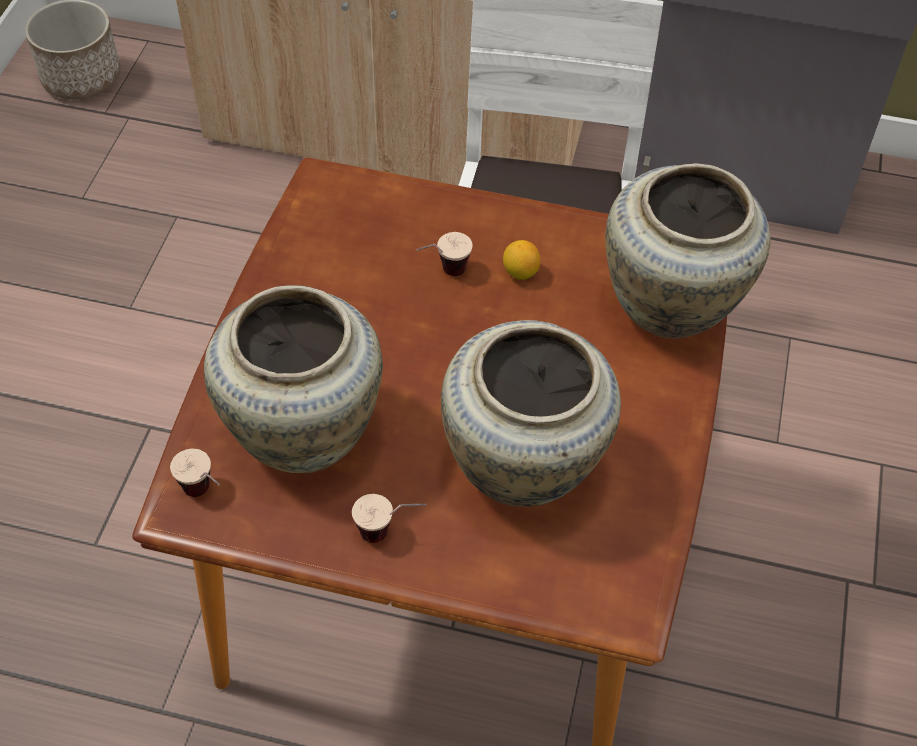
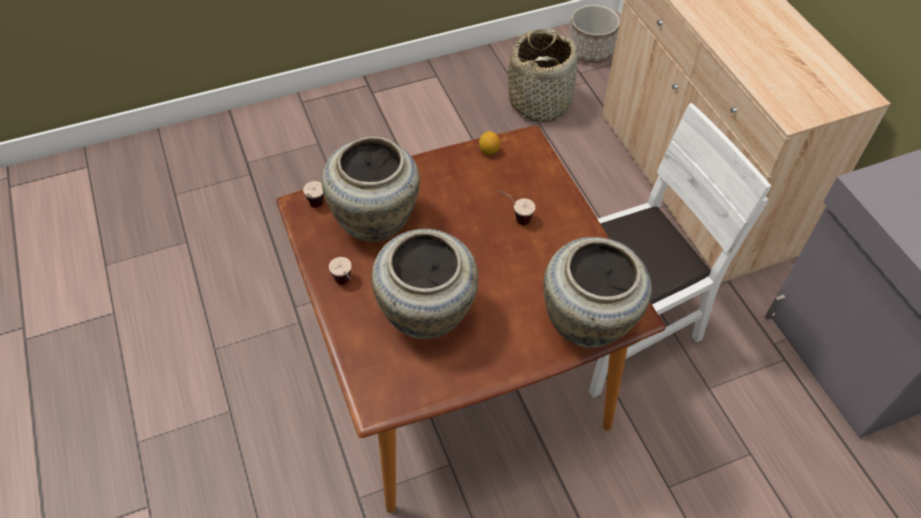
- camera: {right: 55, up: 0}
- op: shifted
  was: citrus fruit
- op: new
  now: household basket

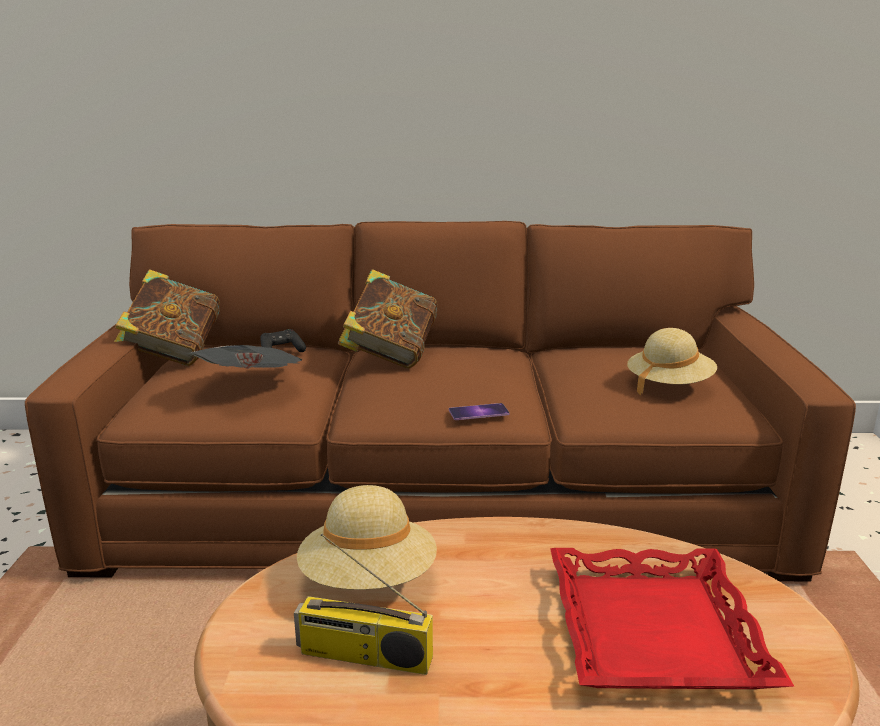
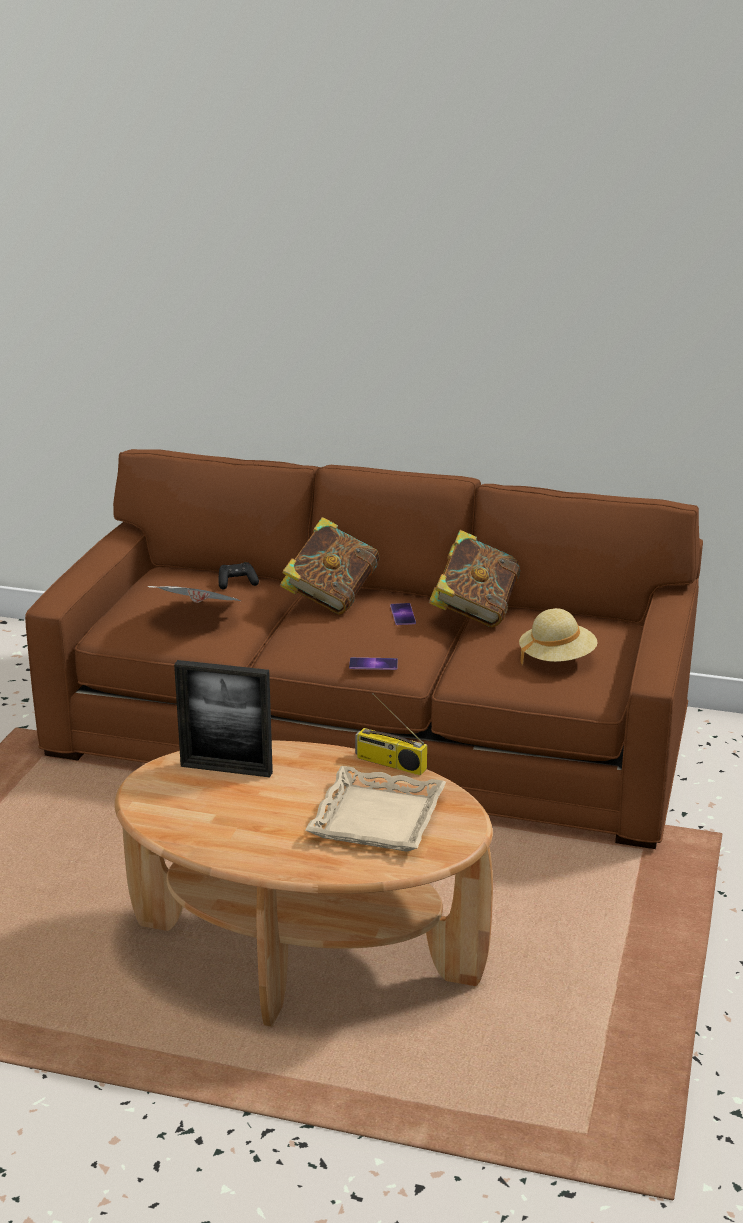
- camera: {right: 15, up: 5}
- op: shifted
  was: book (no. 1 from left in the first image)
  now: book (no. 2 from left)
- op: swapped
  was: beige-coloured hat (no. 1 from left)
  now: picture frame
- op: shifted
  was: radio
- op: repainted
  was: red-coloured serving tray
  now: beige-coloured serving tray
- op: new
  now: handset (no. 2 from left)

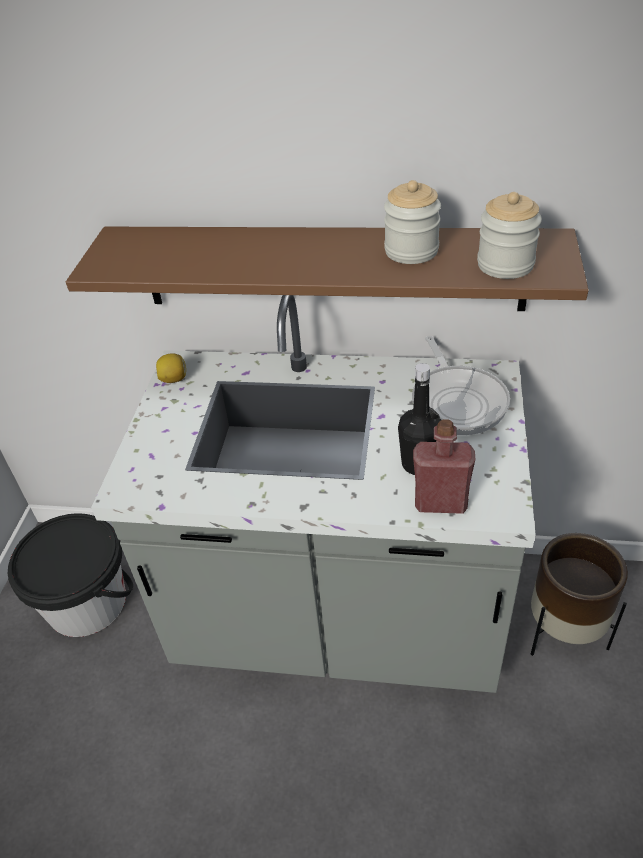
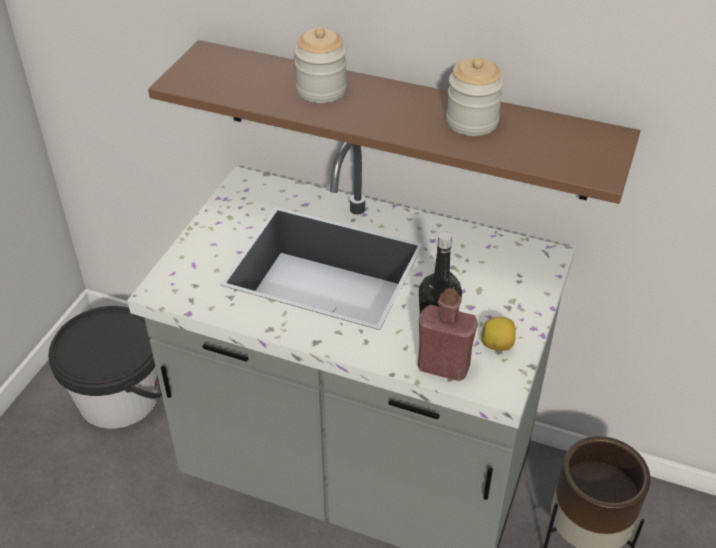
- camera: {right: 10, up: 0}
- op: shifted
  was: preserve jar (no. 2 from left in the first image)
  now: preserve jar (no. 1 from left)
- op: gone
  was: pan
- op: shifted
  was: citrus fruit

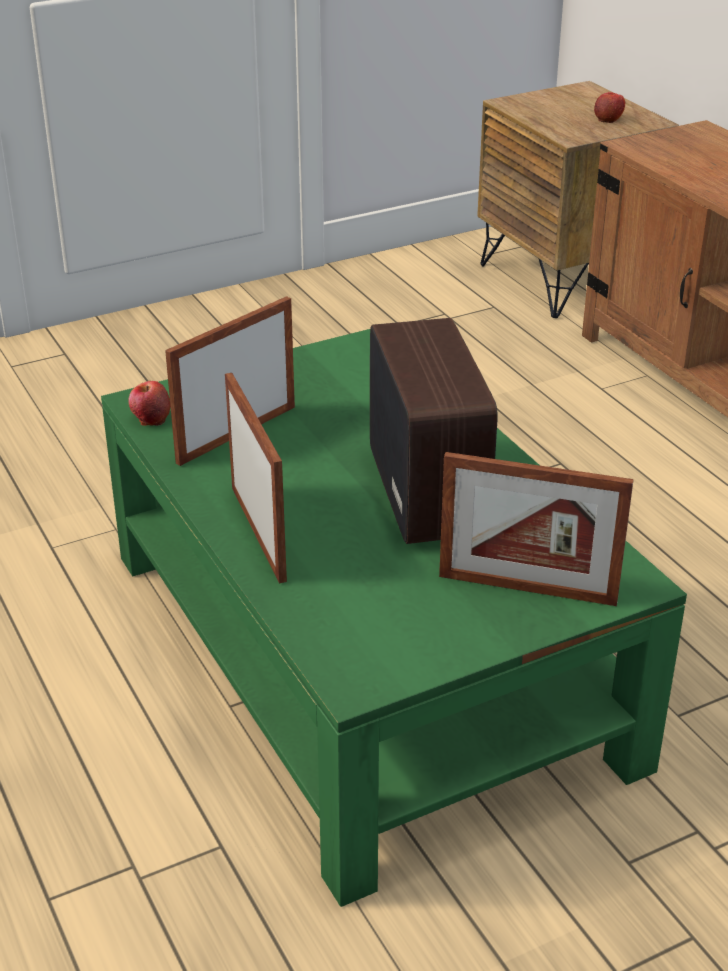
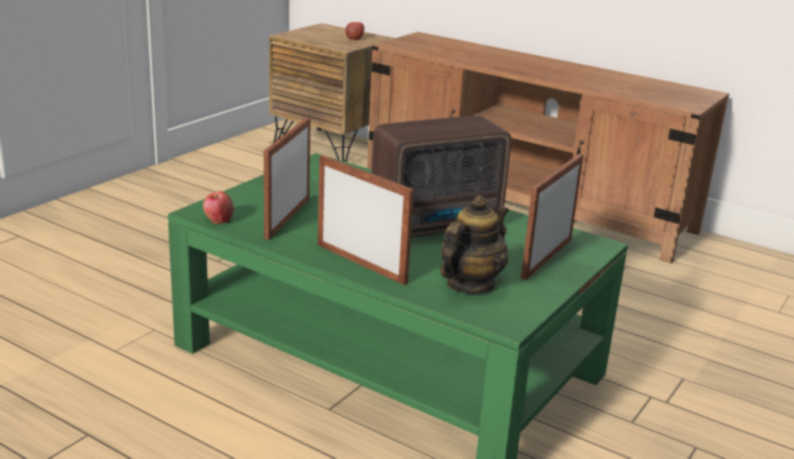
- camera: {right: -30, up: -10}
- op: rotated
  was: radio
  clockwise: 105
- op: rotated
  was: picture frame (no. 3 from left)
  clockwise: 135
- op: new
  now: tea pot

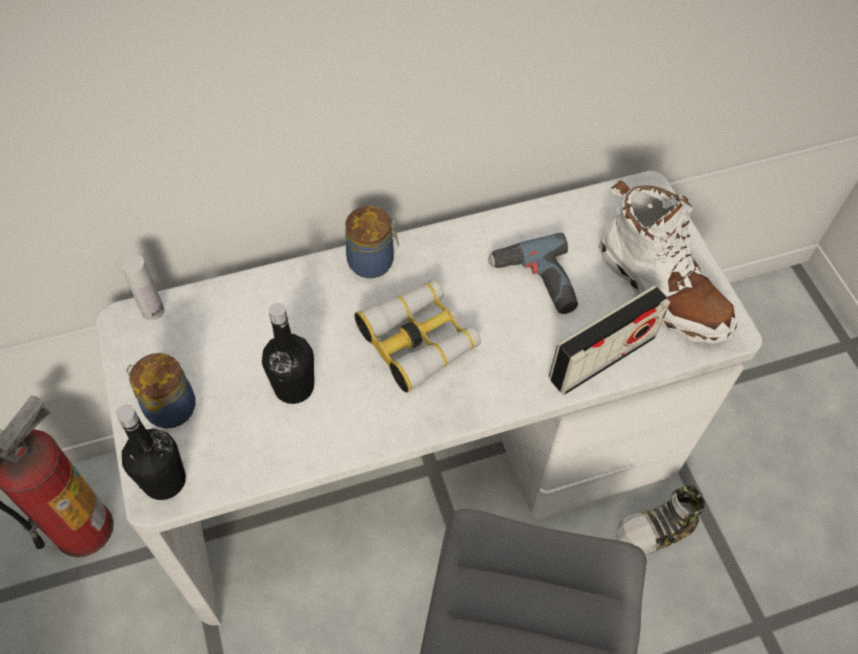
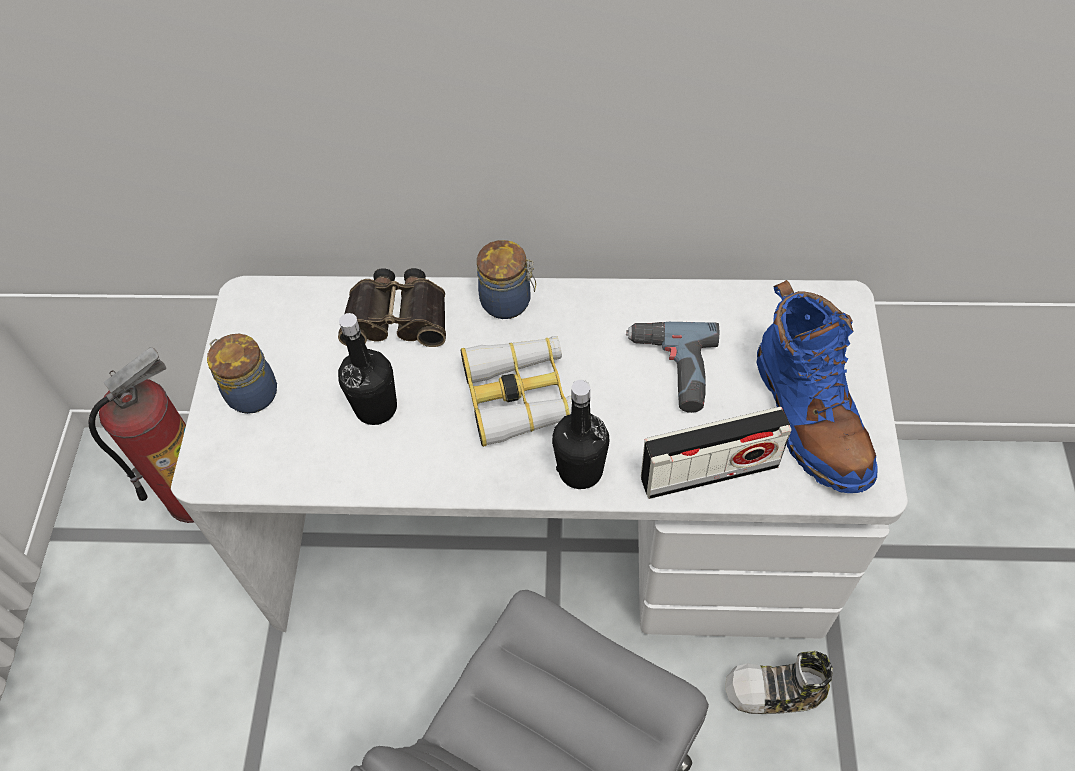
- camera: {right: 25, up: 0}
- op: repainted
  was: white-coloured tall boot
  now: blue-coloured tall boot
- op: gone
  was: white-coloured bottle
- op: shifted
  was: blackish bottle (no. 1 from left in the first image)
  now: blackish bottle (no. 2 from left)
- op: new
  now: binoculars (no. 1 from left)

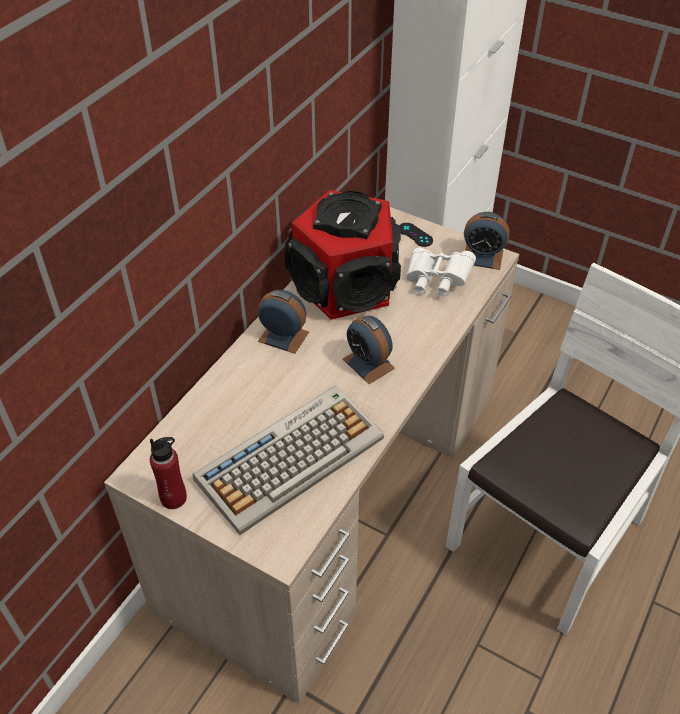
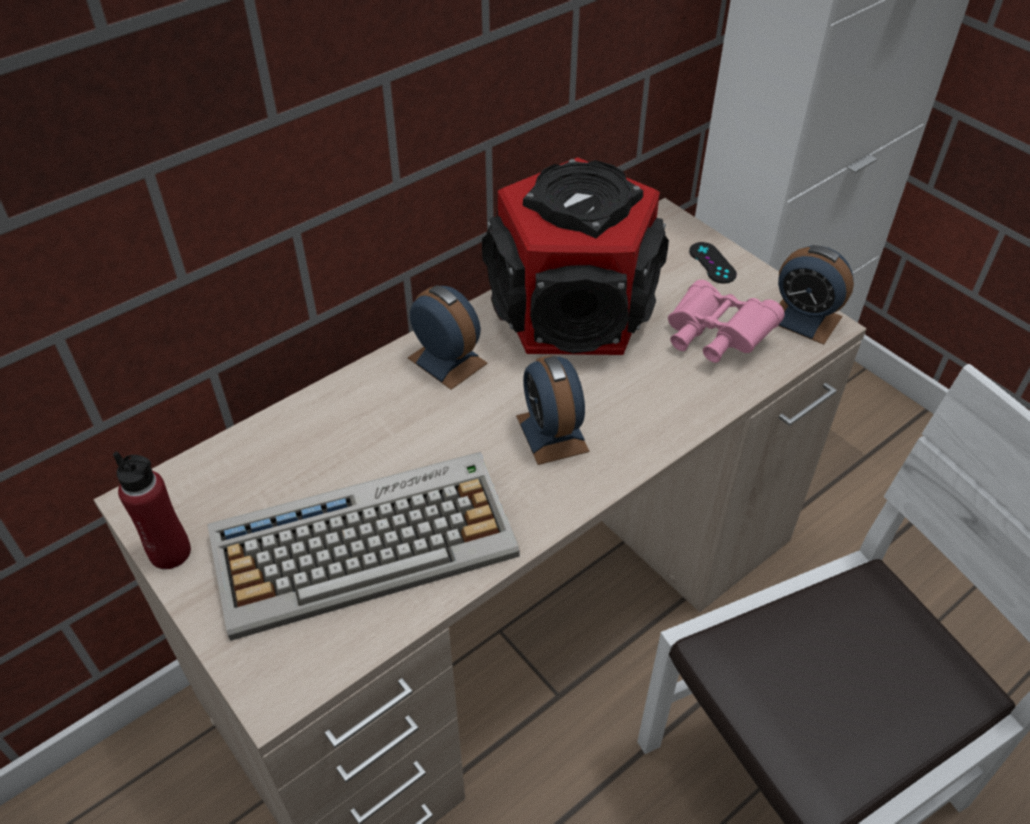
- camera: {right: 20, up: 0}
- op: repainted
  was: white-coloured binoculars
  now: pinkish binoculars

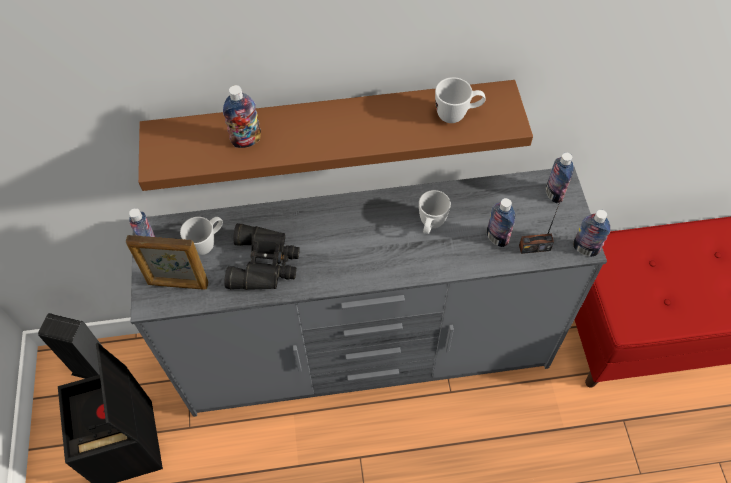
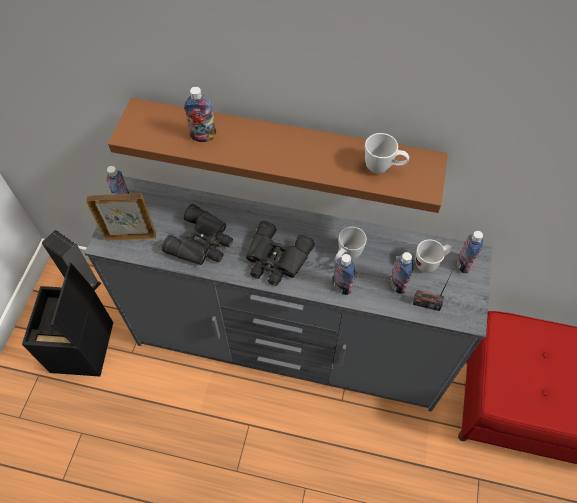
- camera: {right: 20, up: 0}
- op: shifted
  was: bottle (no. 5 from left in the first image)
  now: bottle (no. 3 from left)
- op: shifted
  was: white-coloured tea mug (no. 1 from left in the first image)
  now: white-coloured tea mug (no. 3 from left)
- op: rotated
  was: picture frame
  clockwise: 150
- op: new
  now: blackish binoculars (no. 2 from left)

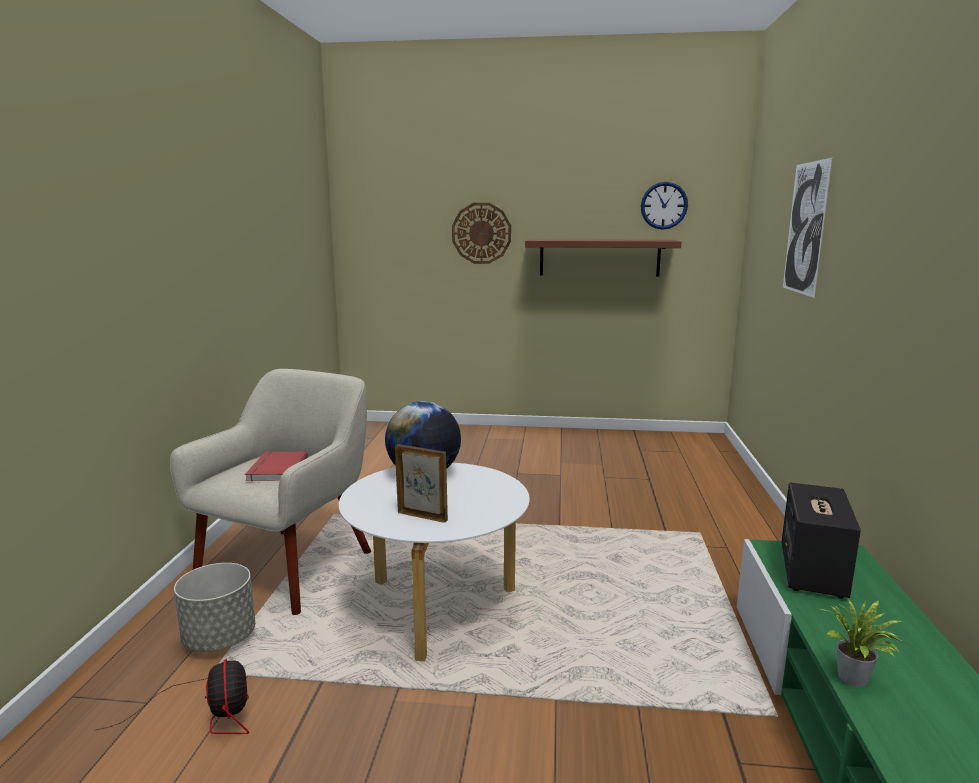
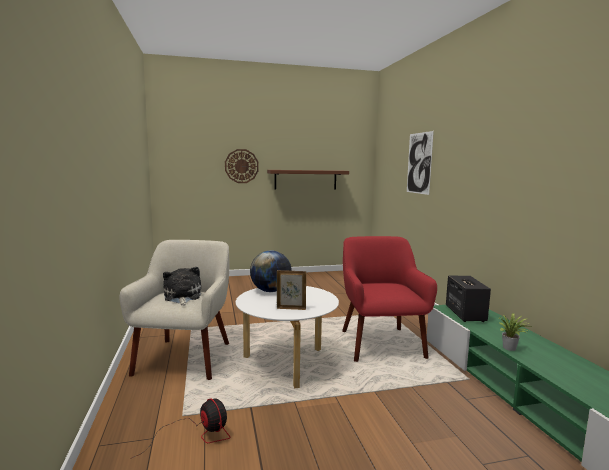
- camera: {right: -20, up: -5}
- op: gone
  was: wall clock (no. 2 from left)
- op: swapped
  was: red-coloured book
  now: plush toy
- op: gone
  was: grey planter
- op: new
  now: red-coloured lounge chair

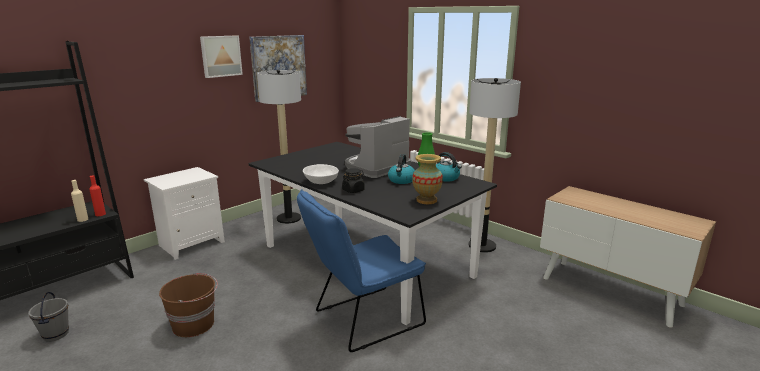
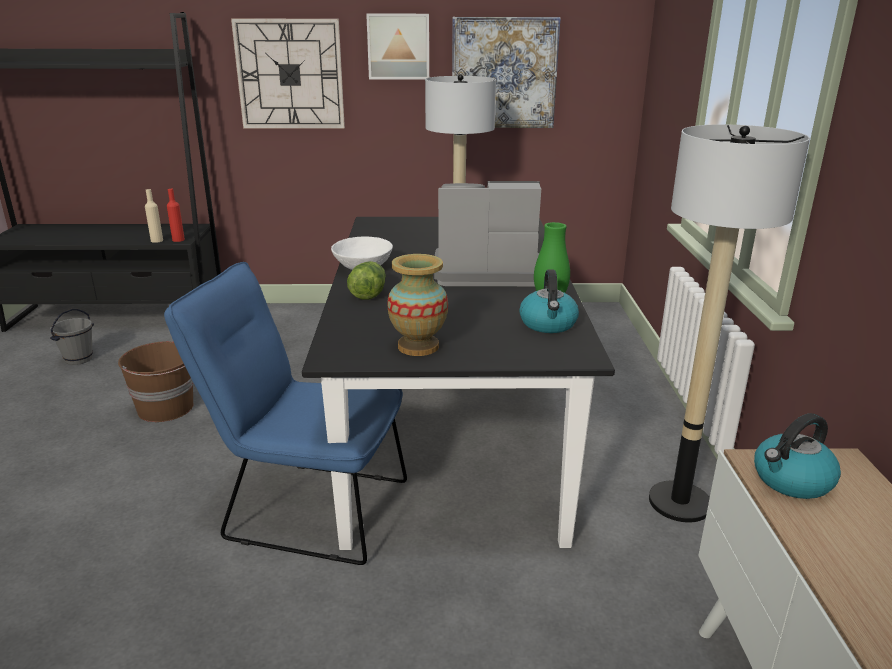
- camera: {right: 45, up: 5}
- op: shifted
  was: water kettle (no. 1 from left in the first image)
  now: water kettle (no. 2 from left)
- op: gone
  was: white-coloured bedside table
- op: swapped
  was: blackish preserve jar
  now: head of lettuce
- op: new
  now: wall clock

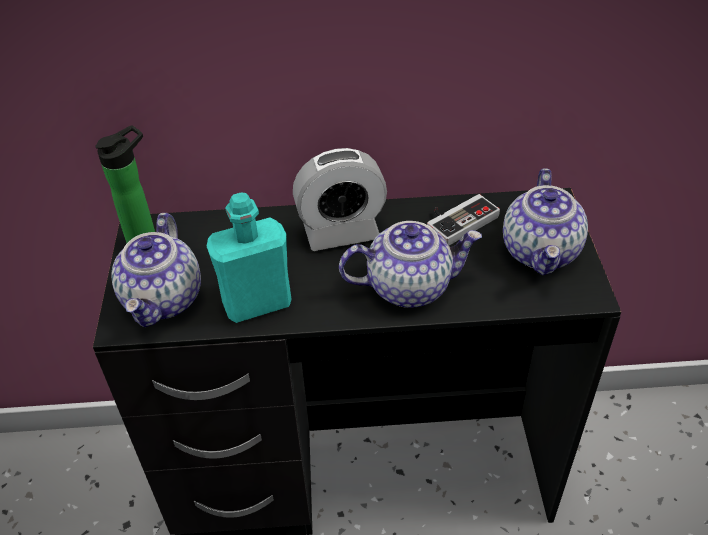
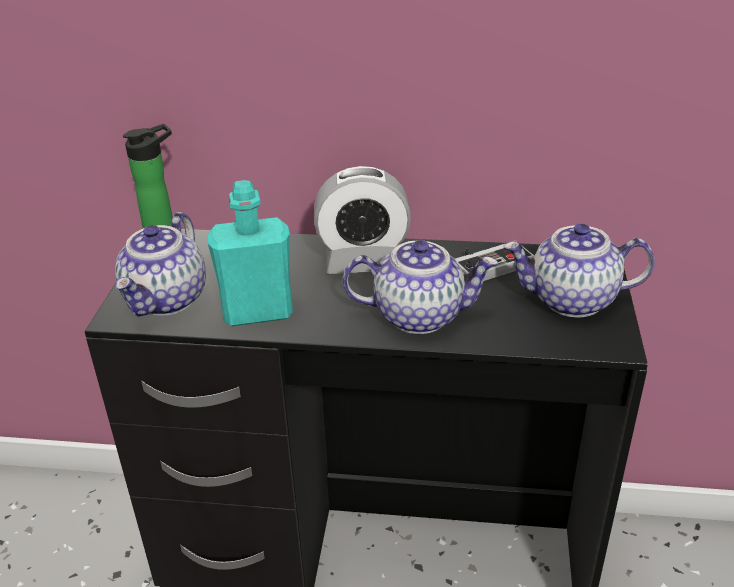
- camera: {right: 10, up: -10}
- op: rotated
  was: tea pot (no. 3 from left)
  clockwise: 75

